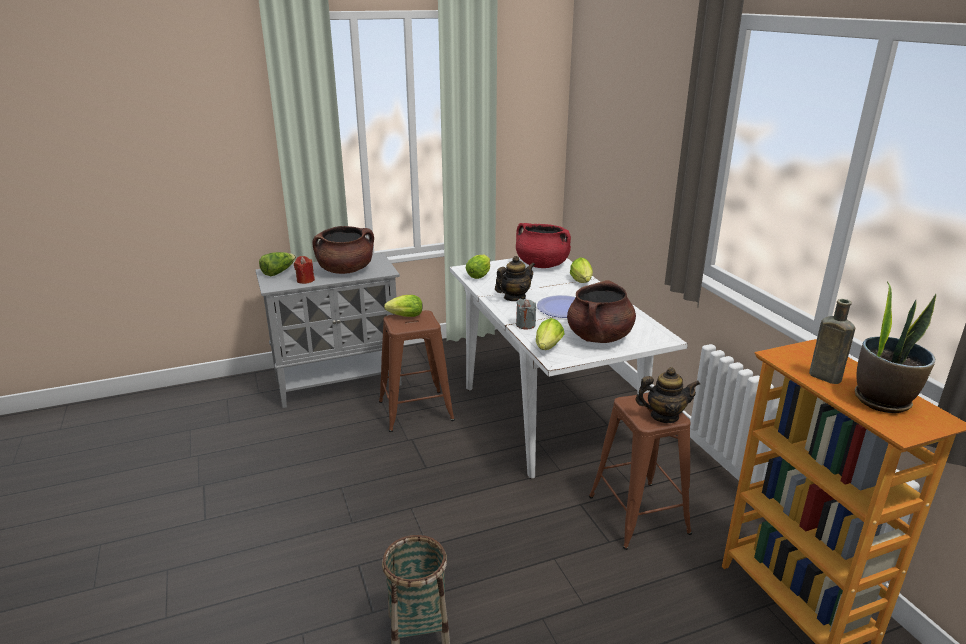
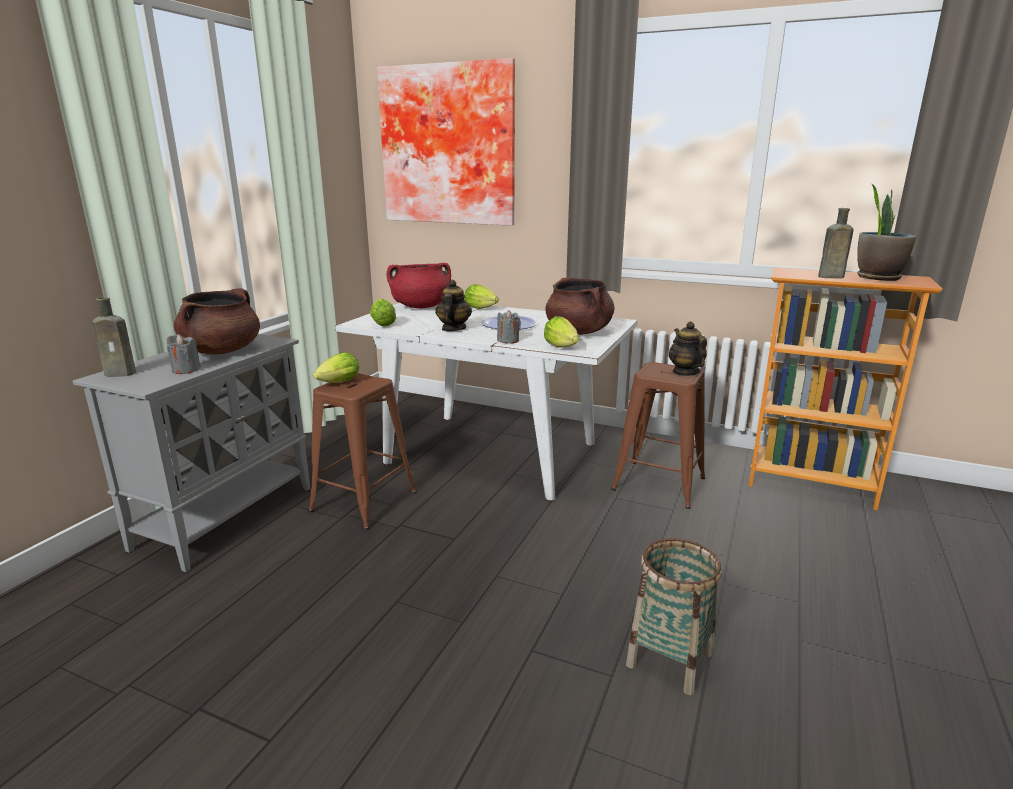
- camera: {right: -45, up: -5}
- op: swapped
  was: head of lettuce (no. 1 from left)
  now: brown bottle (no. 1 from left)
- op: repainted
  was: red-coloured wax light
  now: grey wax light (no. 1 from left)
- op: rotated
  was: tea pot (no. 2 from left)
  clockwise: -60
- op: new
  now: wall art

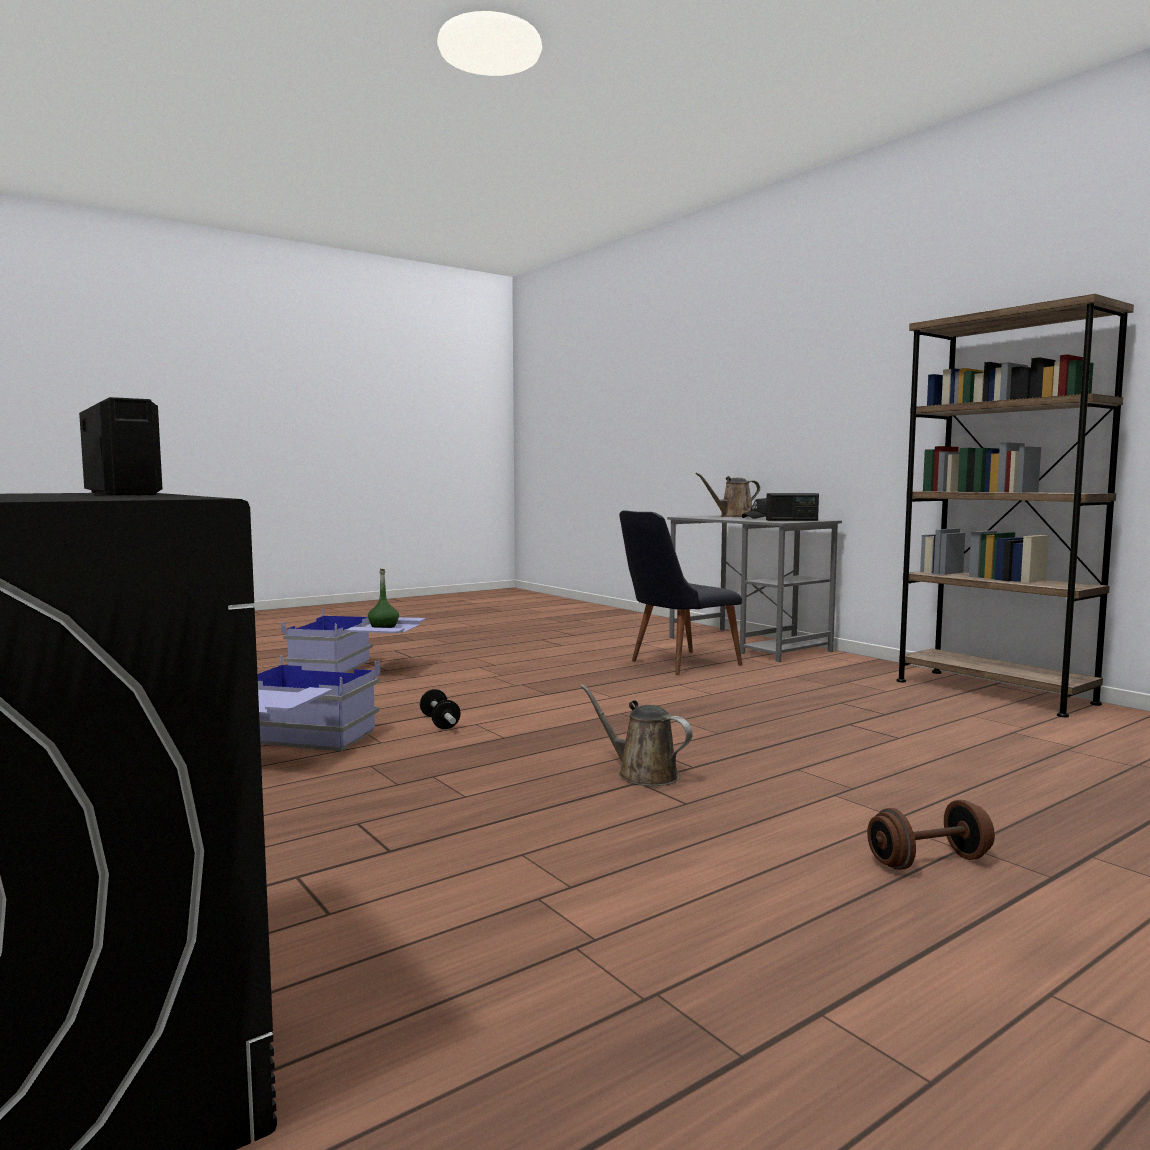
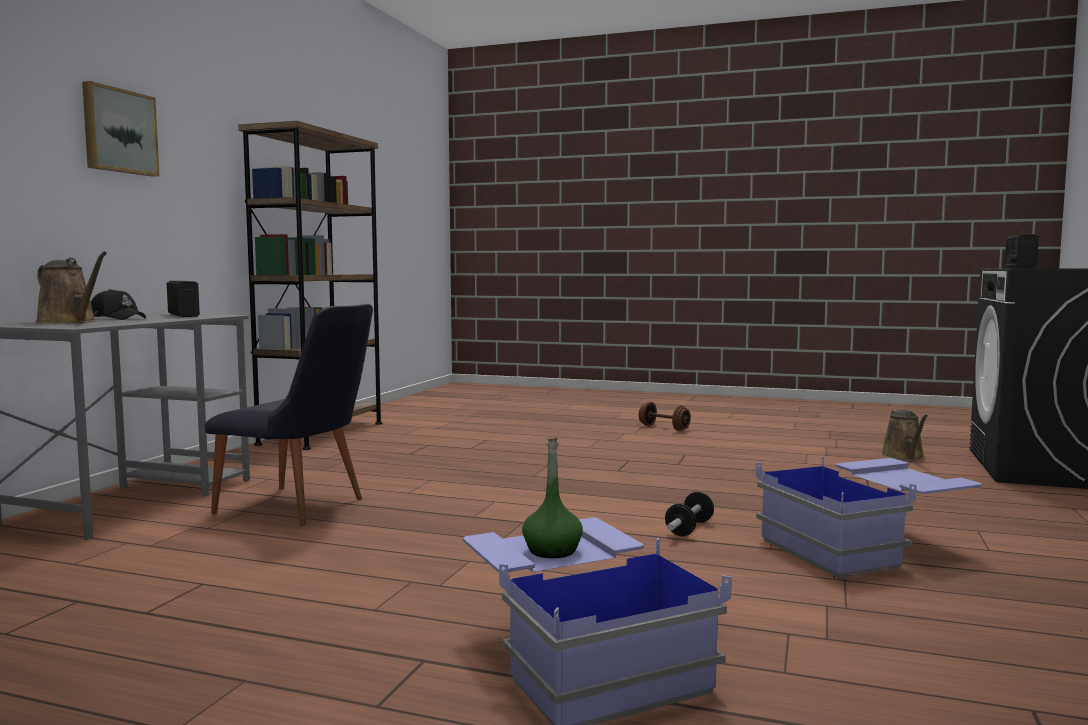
- camera: {right: -125, up: 0}
- op: shifted
  was: brown watering pot (no. 1 from left in the first image)
  now: brown watering pot (no. 2 from left)
- op: new
  now: wall art

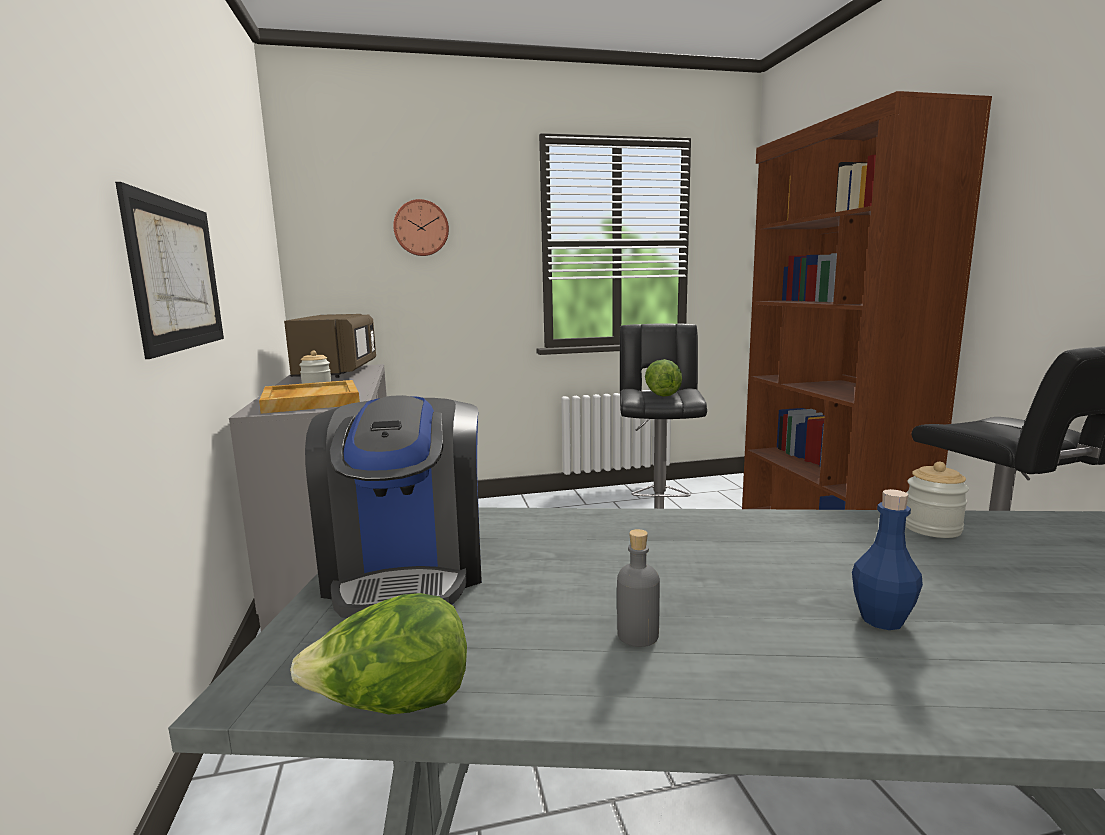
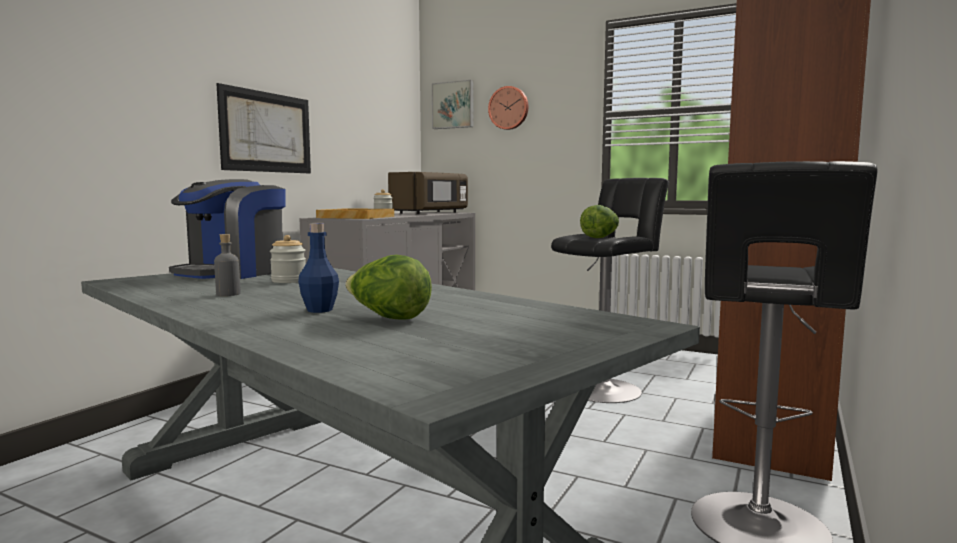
- camera: {right: 40, up: -5}
- op: shifted
  was: preserve jar (no. 2 from left in the first image)
  now: preserve jar (no. 1 from left)
- op: shifted
  was: head of lettuce (no. 1 from left)
- op: new
  now: wall art (no. 2 from left)

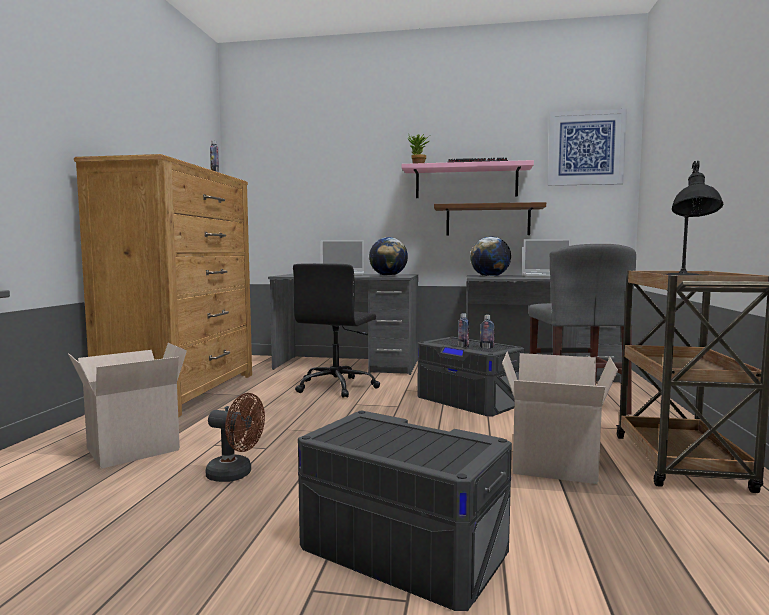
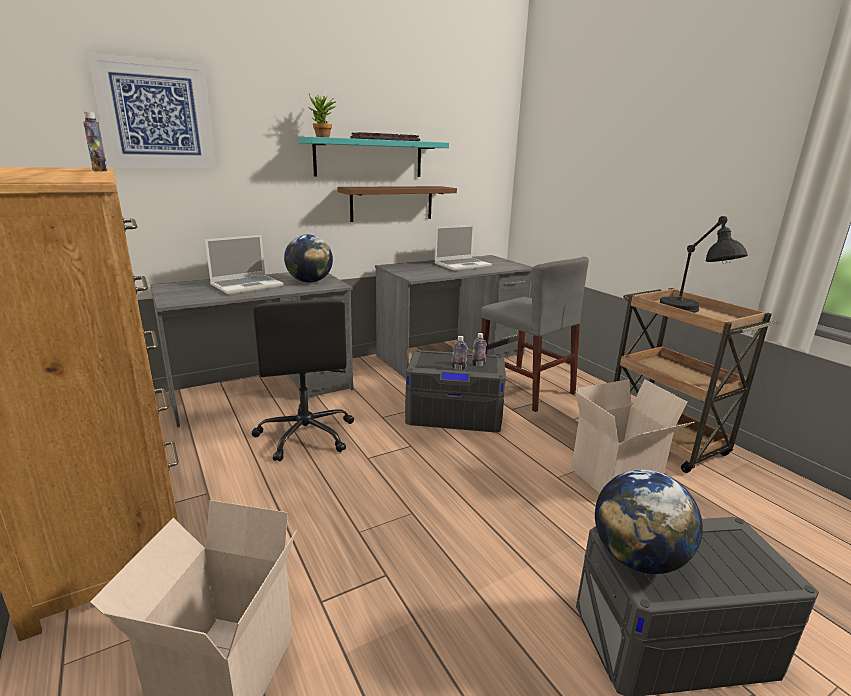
- camera: {right: -40, up: 15}
- op: shifted
  was: wall art
- op: repainted
  was: pinkish wall shelf
  now: turquoise-coloured wall shelf
- op: shifted
  was: desk globe (no. 2 from left)
- op: gone
  was: brown electric fan

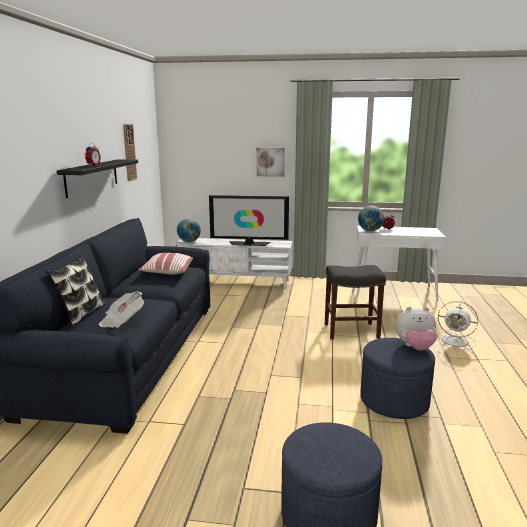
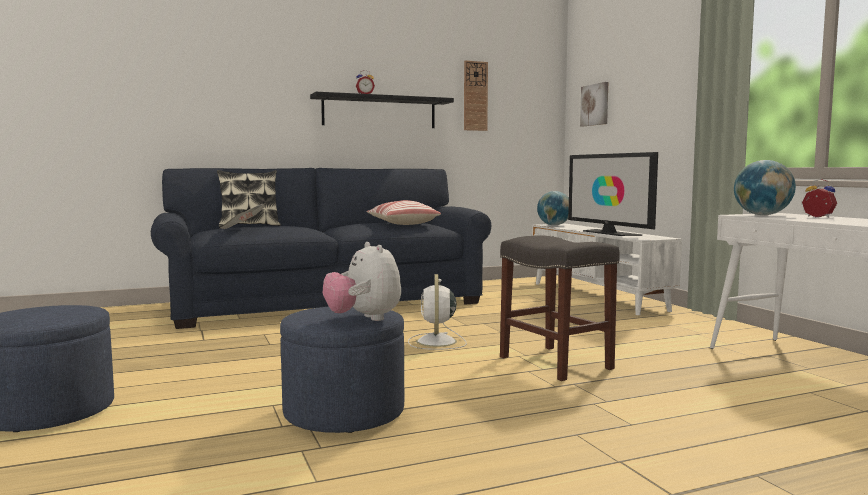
- camera: {right: 60, up: -10}
- op: shifted
  was: wall art
- op: shifted
  was: white-coloured electric fan

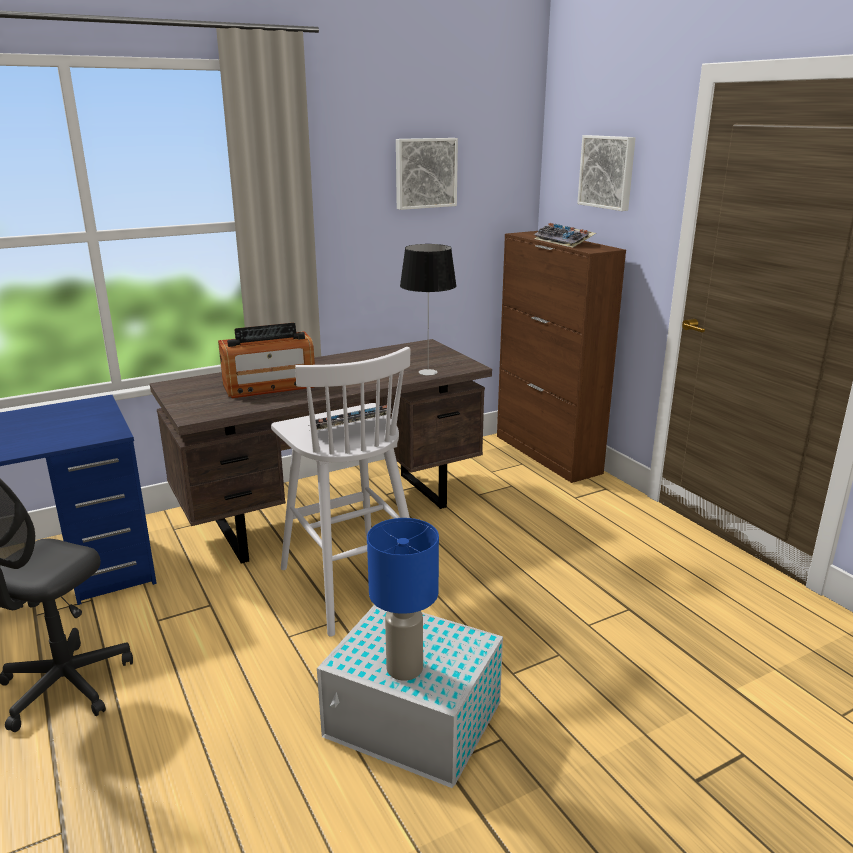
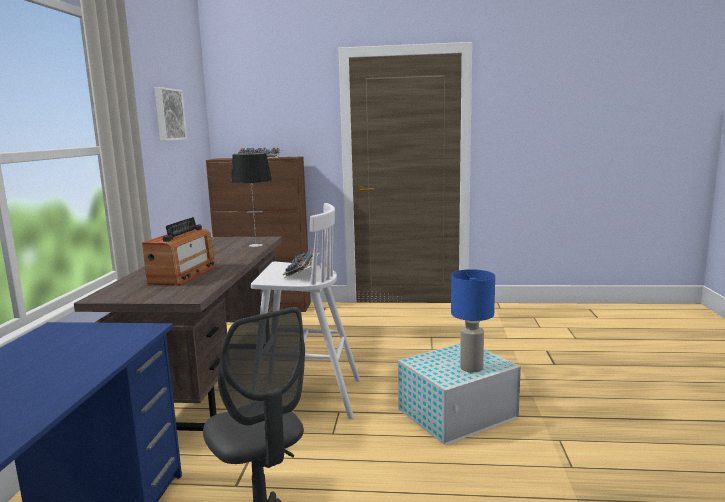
- camera: {right: -55, up: -10}
- op: gone
  was: wall art (no. 2 from left)

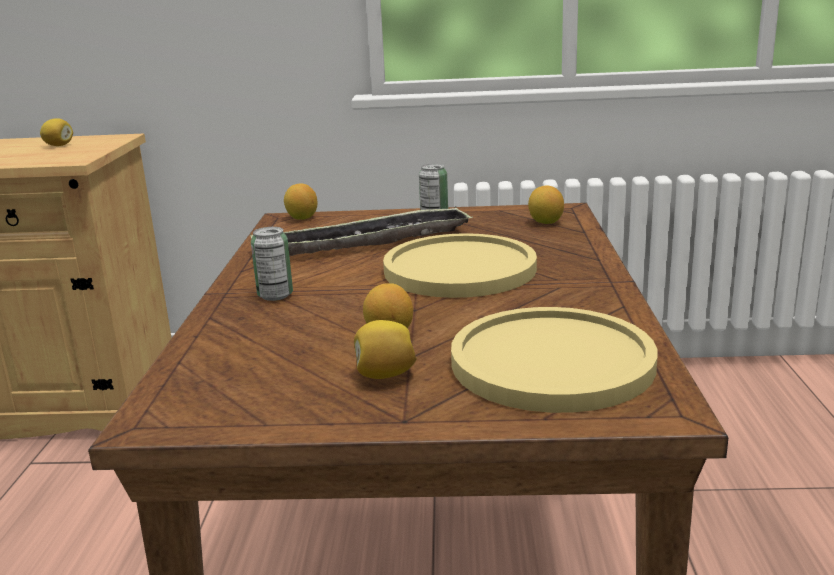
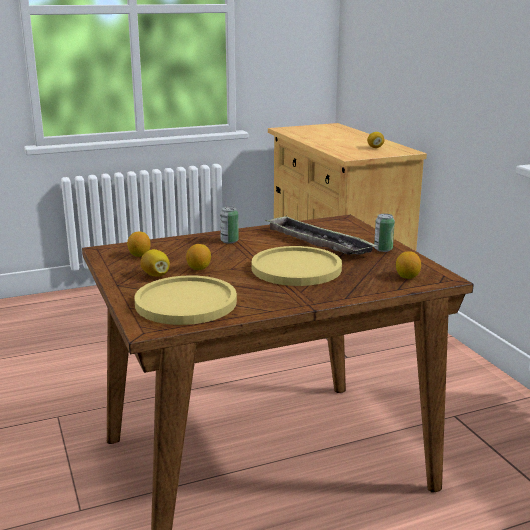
- camera: {right: 65, up: 0}
- op: shifted
  was: citrus fruit (no. 2 from left in the first image)
  now: citrus fruit (no. 1 from left)

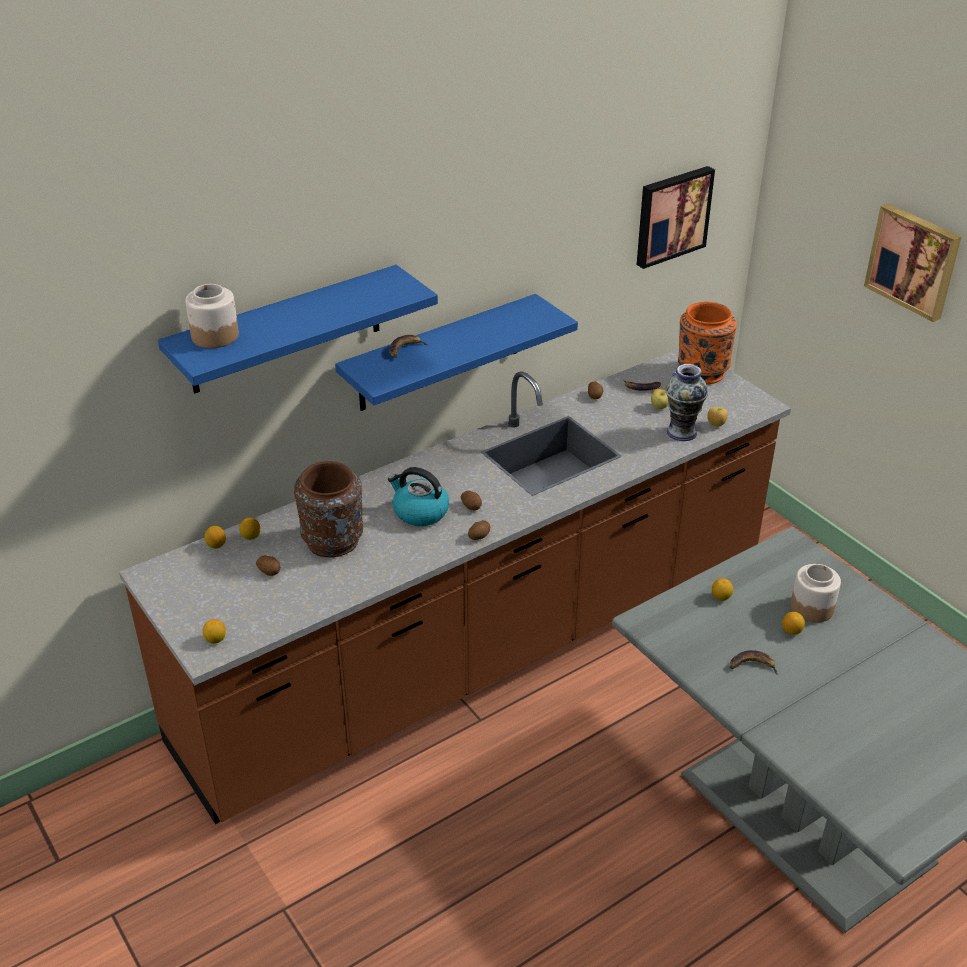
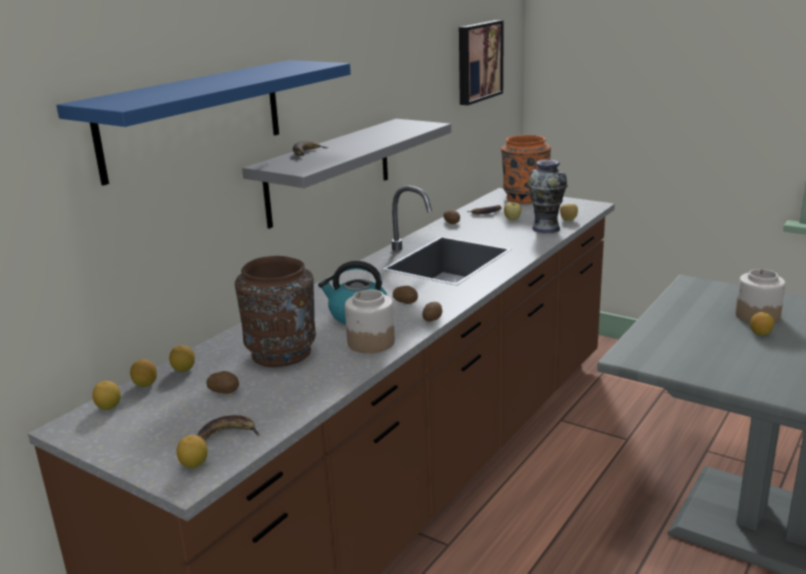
- camera: {right: -20, up: -15}
- op: gone
  was: wall art (no. 2 from left)
- op: shifted
  was: preserve jar (no. 1 from left)
- op: repainted
  was: blue-coloured wall shelf (no. 2 from left)
  now: grey wall shelf
- op: shifted
  was: citrus fruit (no. 4 from left in the first image)
  now: citrus fruit (no. 1 from left)
- op: shifted
  was: banana (no. 3 from left in the first image)
  now: banana (no. 1 from left)

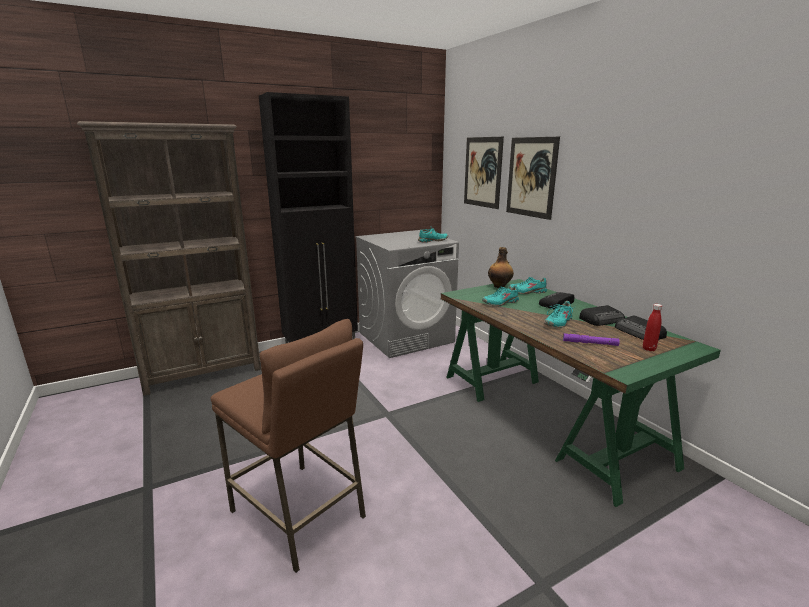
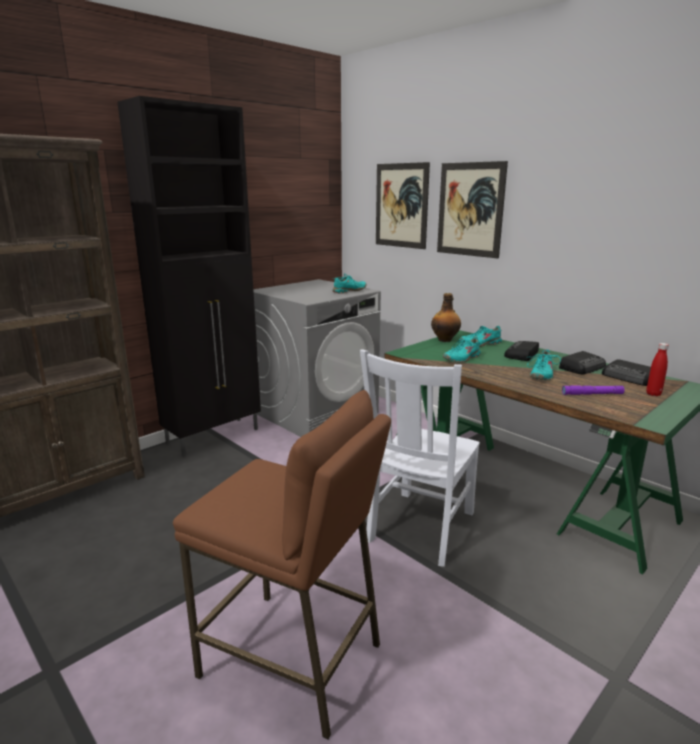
- camera: {right: -15, up: 0}
- op: new
  now: white-coloured upright chair

